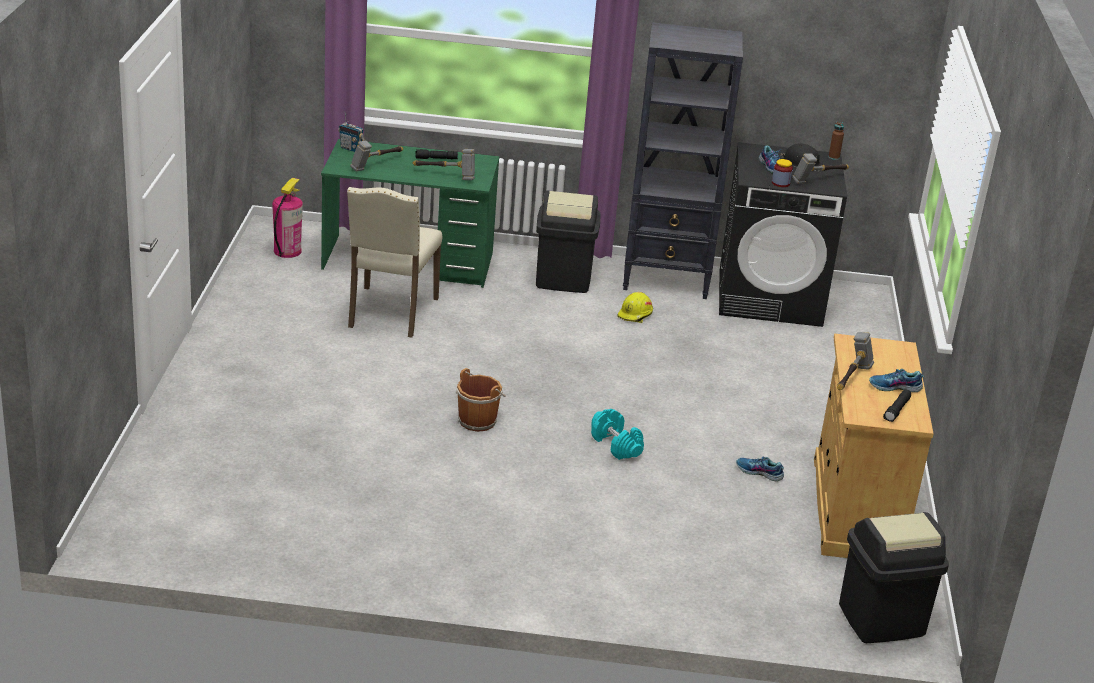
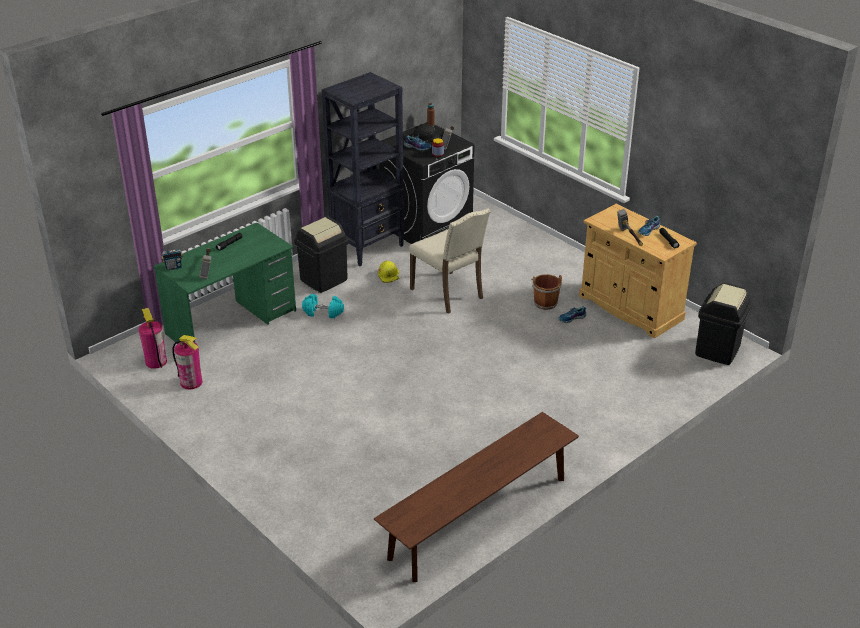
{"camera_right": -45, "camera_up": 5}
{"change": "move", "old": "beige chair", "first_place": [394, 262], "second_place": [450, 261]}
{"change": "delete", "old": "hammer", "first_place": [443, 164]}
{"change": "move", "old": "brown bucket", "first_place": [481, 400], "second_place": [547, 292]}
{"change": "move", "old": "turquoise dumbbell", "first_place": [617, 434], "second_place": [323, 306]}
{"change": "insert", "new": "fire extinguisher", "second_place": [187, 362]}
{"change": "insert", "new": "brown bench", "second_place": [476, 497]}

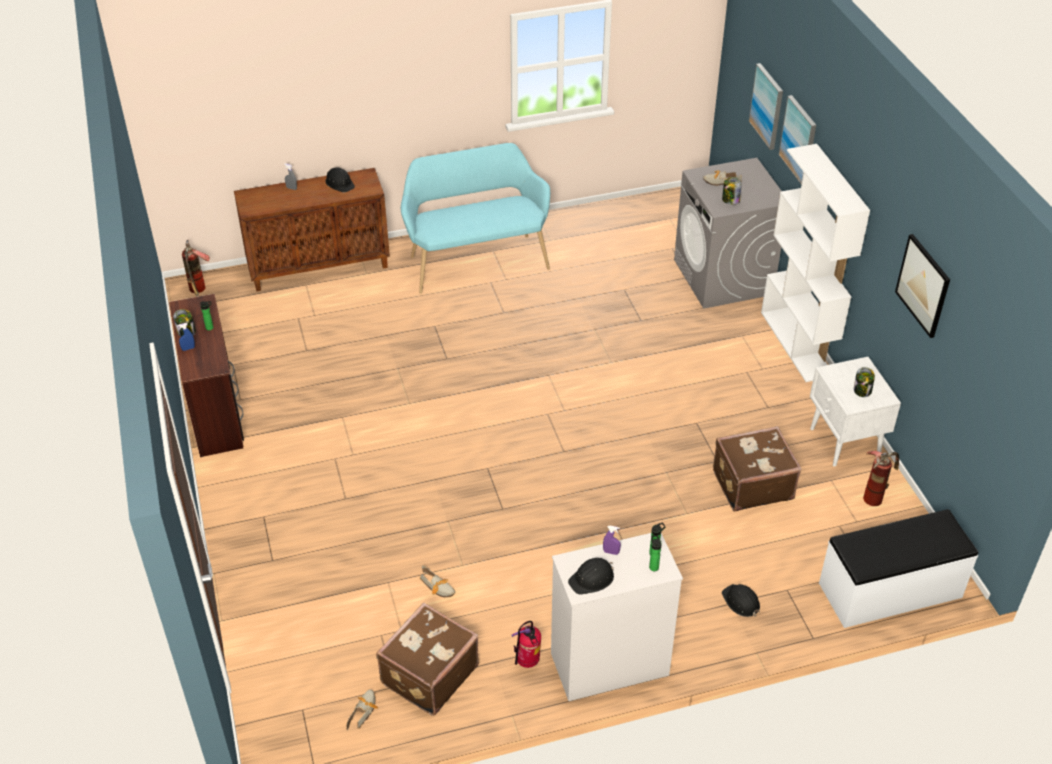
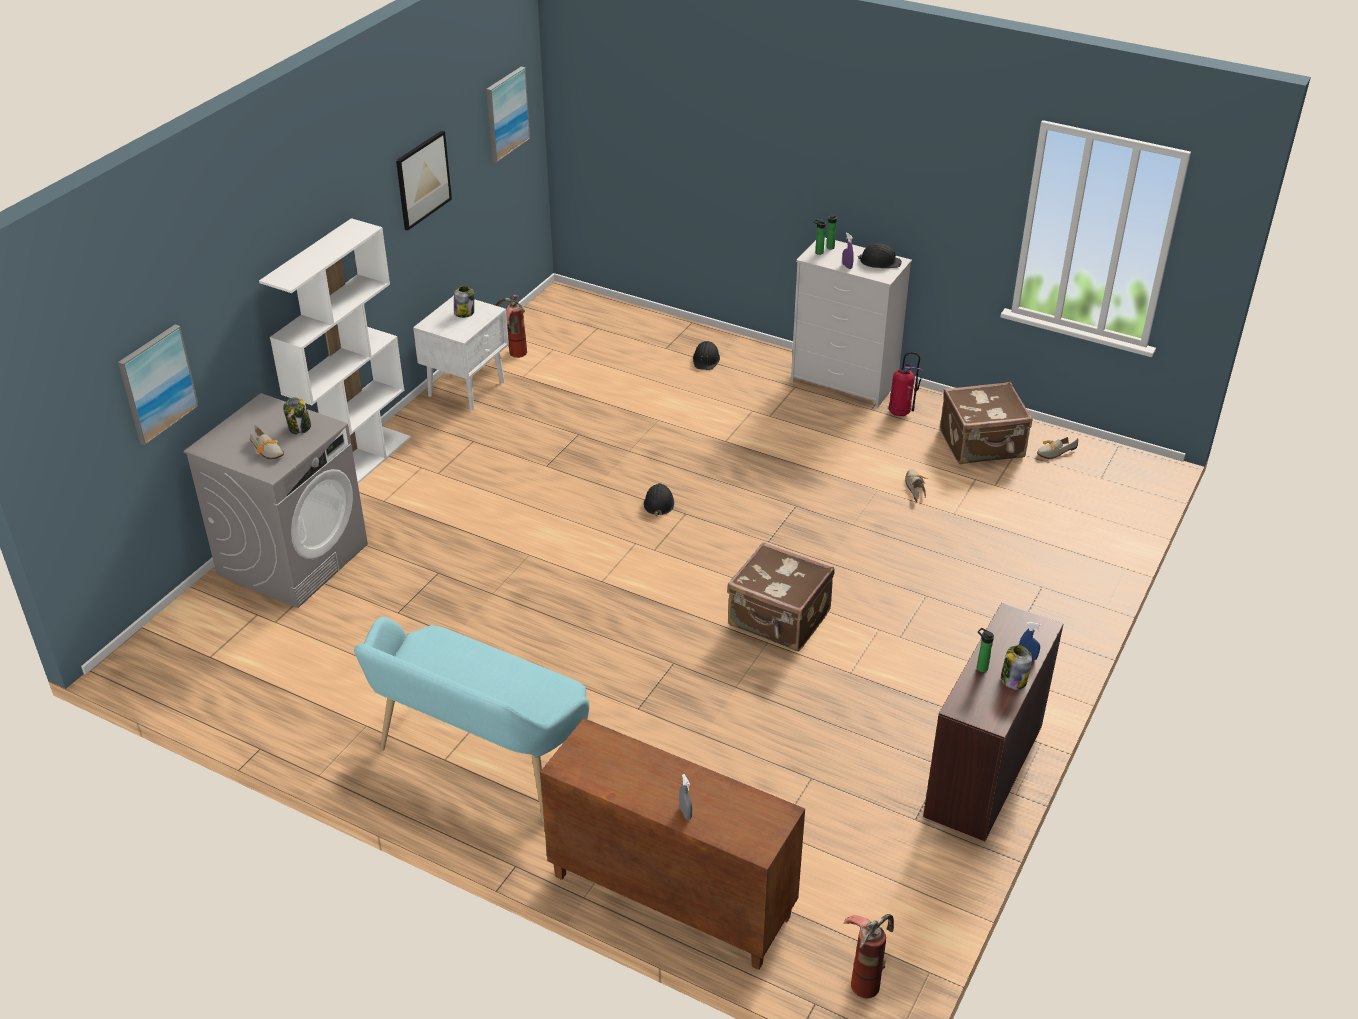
{"camera_right": -135, "camera_up": -5}
{"change": "move", "old": "black hard hat", "first_place": [340, 179], "second_place": [659, 500]}
{"change": "move", "old": "brown suitcase", "first_place": [757, 468], "second_place": [780, 596]}
{"change": "move", "old": "picture", "first_place": [797, 139], "second_place": [508, 115]}
{"change": "delete", "old": "white bench", "first_place": [898, 568]}

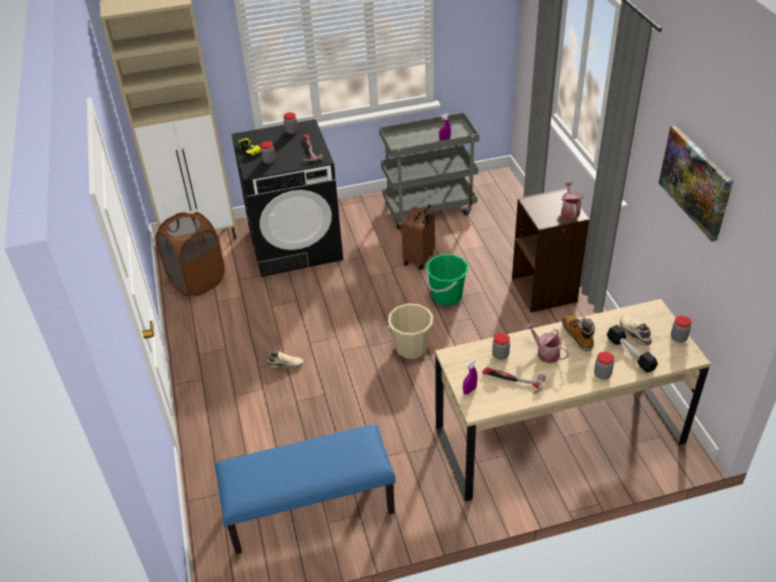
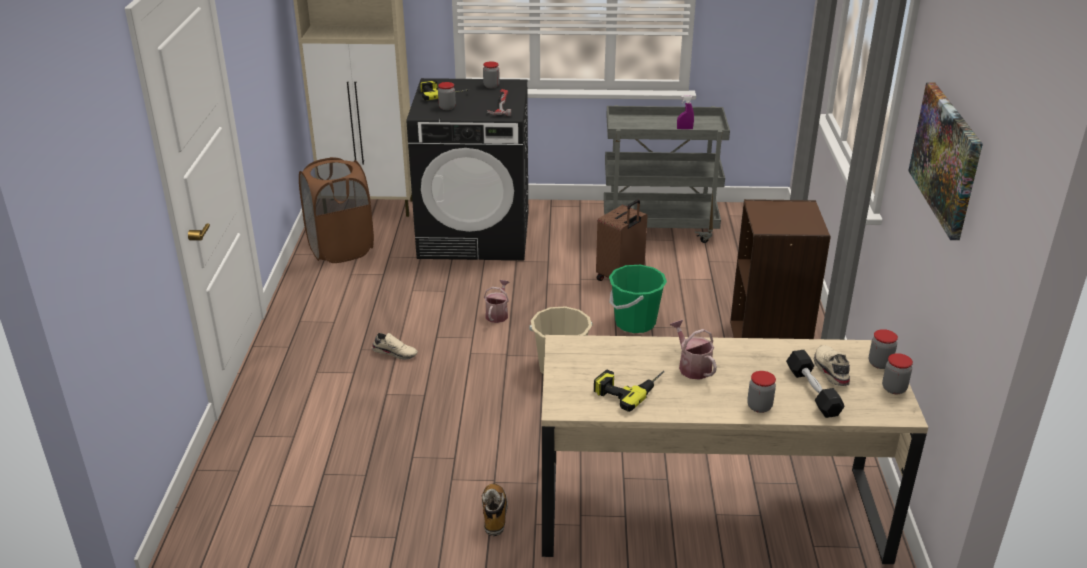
{"camera_right": 15, "camera_up": -10}
{"change": "delete", "old": "blue bench", "first_place": [305, 489]}
{"change": "delete", "old": "purple spray bottle", "first_place": [470, 377]}
{"change": "replace", "old": "hammer", "new": "power drill", "first_place": [514, 380], "second_place": [629, 390]}
{"change": "move", "old": "jar", "first_place": [501, 346], "second_place": [883, 349]}
{"change": "move", "old": "watering can", "first_place": [572, 200], "second_place": [496, 301]}
{"change": "move", "old": "boot", "first_place": [578, 332], "second_place": [495, 509]}

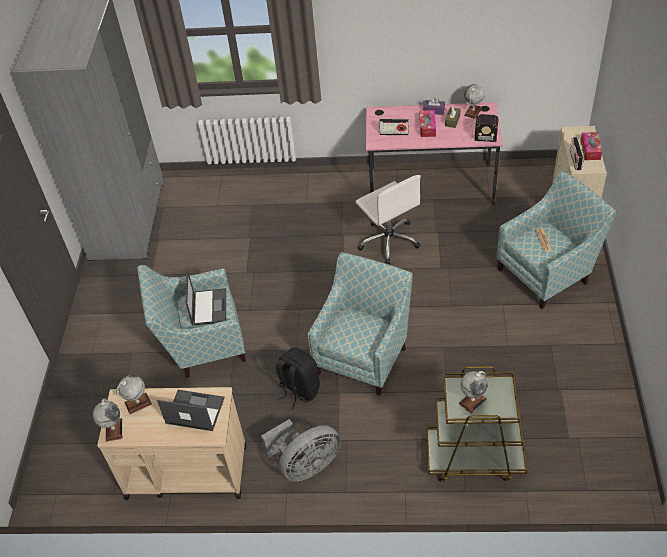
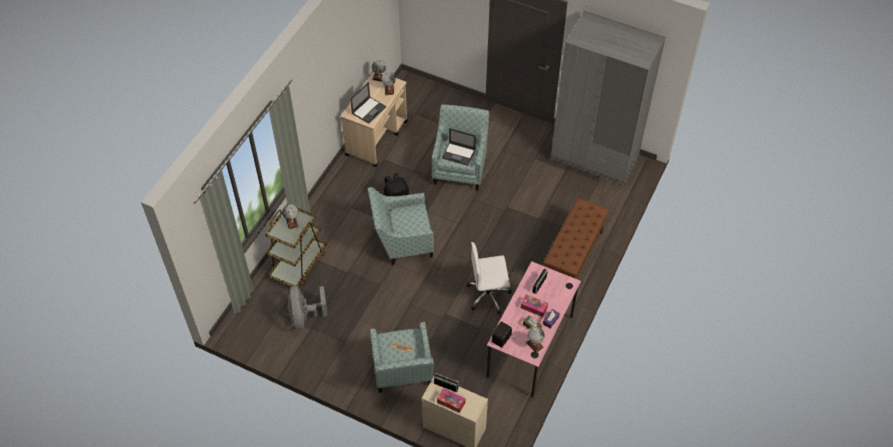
{"camera_right": 110, "camera_up": 5}
{"change": "move", "old": "grey fan", "first_place": [301, 450], "second_place": [307, 307]}
{"change": "rotate", "old": "armchair", "first_place": [360, 324], "second_place": [400, 226], "degrees": 120}
{"change": "insert", "new": "brown bench", "second_place": [576, 238]}

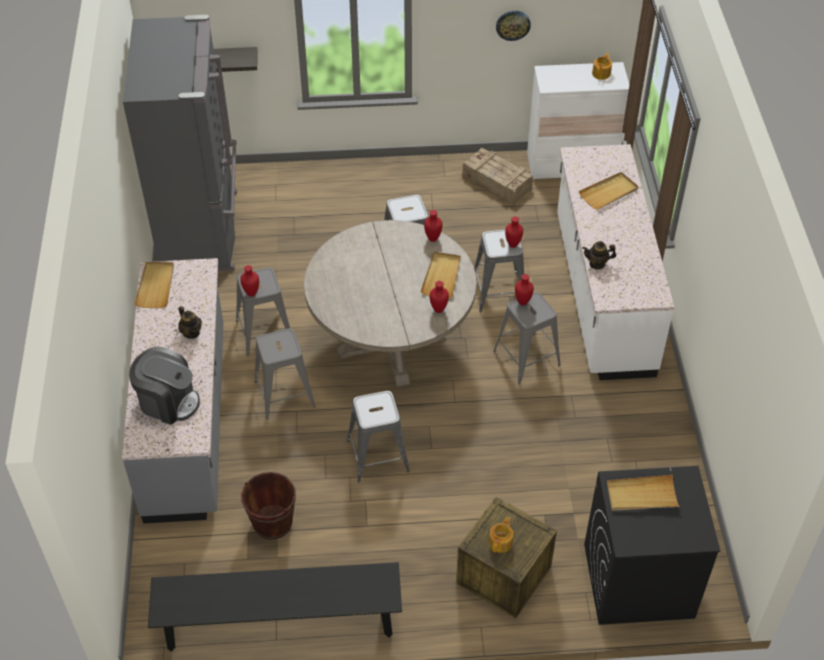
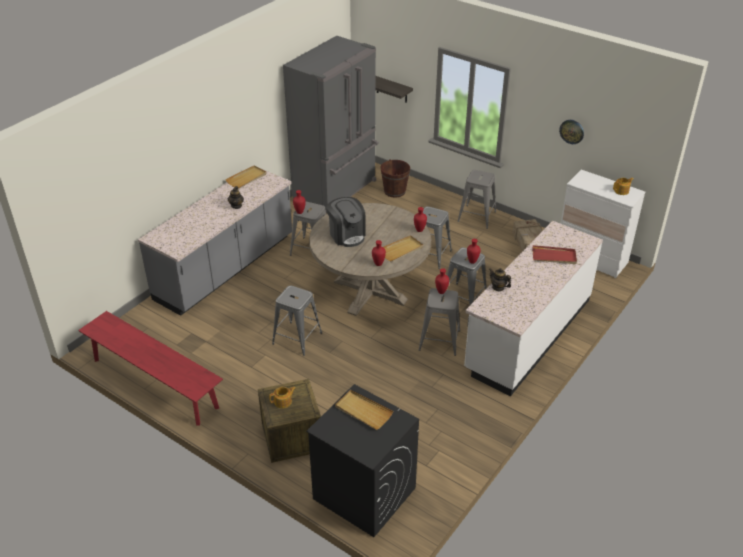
{"camera_right": 40, "camera_up": -10}
{"change": "move", "old": "coffee machine", "first_place": [164, 386], "second_place": [346, 222]}
{"change": "recolor", "old": "black bench", "new": "red bench", "first_place": [275, 607], "second_place": [150, 368]}
{"change": "move", "old": "brown bucket", "first_place": [268, 506], "second_place": [395, 178]}
{"change": "move", "old": "grey stool", "first_place": [284, 374], "second_place": [476, 199]}
{"change": "recolor", "old": "beige tray", "new": "red tray", "first_place": [608, 191], "second_place": [555, 254]}

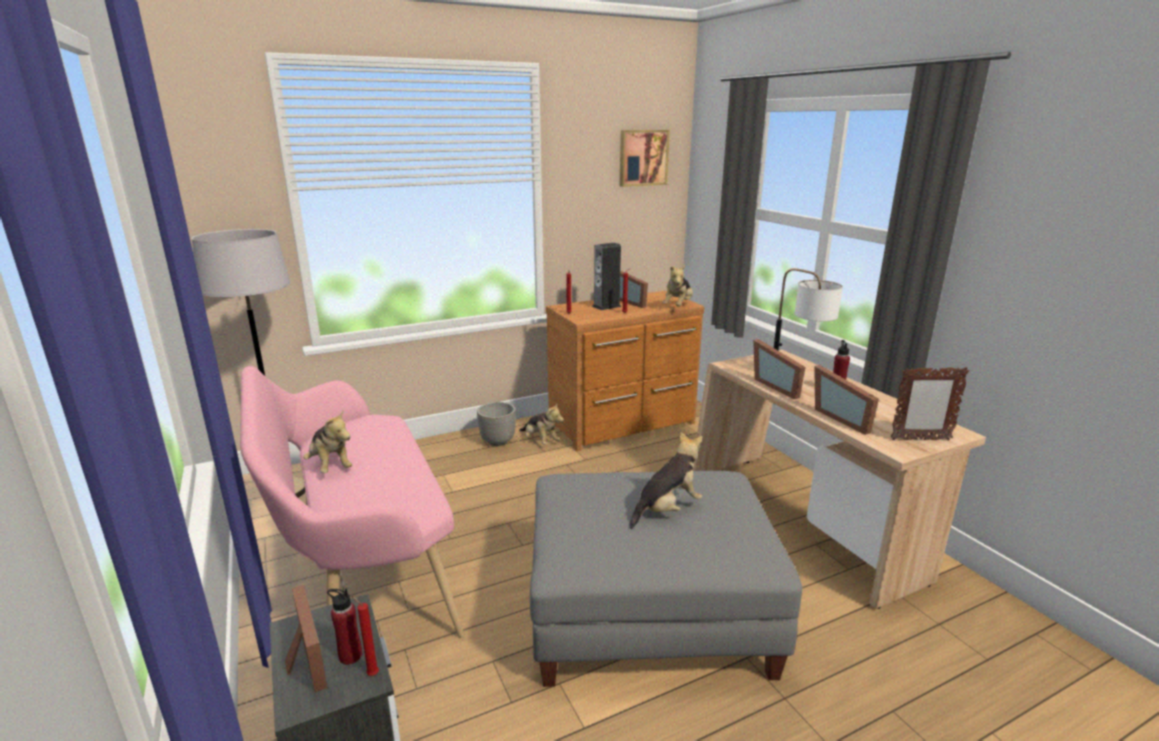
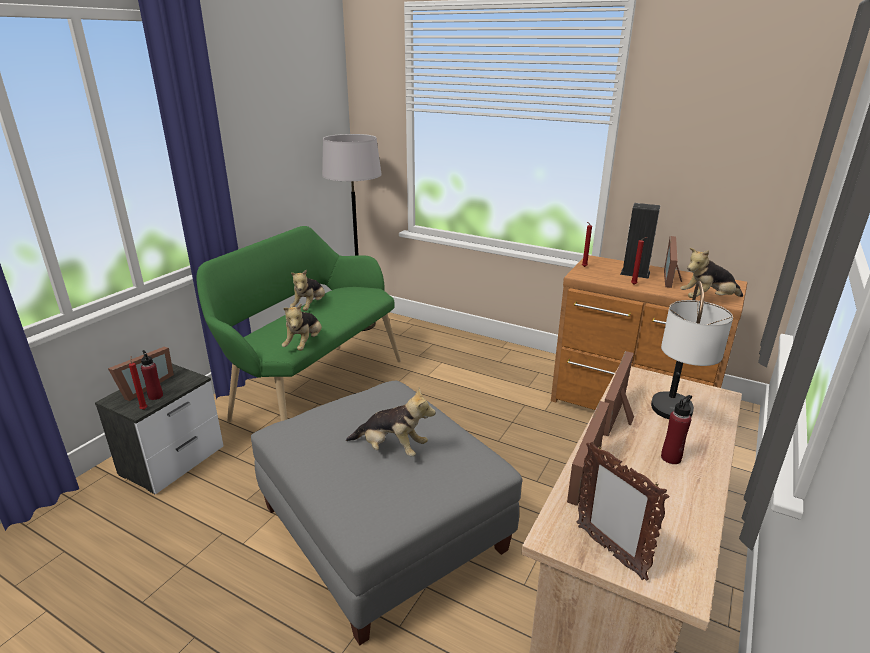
{"camera_right": 55, "camera_up": 5}
{"change": "recolor", "old": "pink bench", "new": "green bench", "first_place": [352, 502], "second_place": [299, 324]}
{"change": "delete", "old": "planter", "first_place": [496, 424]}
{"change": "move", "old": "plush toy", "first_place": [541, 424], "second_place": [302, 327]}
{"change": "delete", "old": "picture", "first_place": [645, 158]}

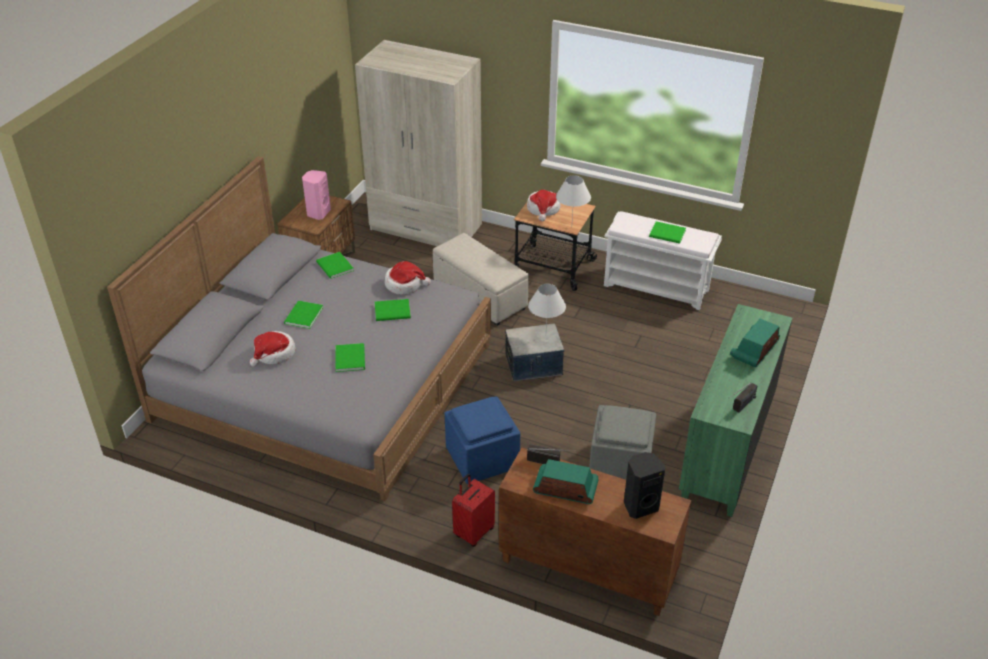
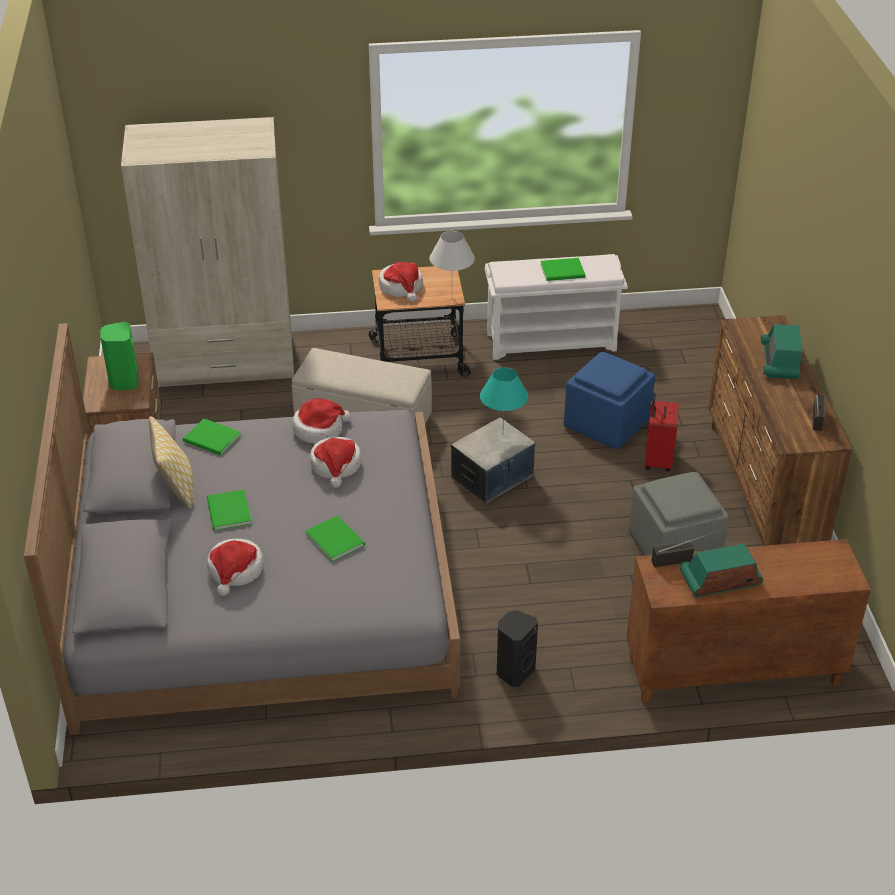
{"camera_right": -30, "camera_up": 0}
{"change": "recolor", "old": "pink speaker", "new": "green speaker", "first_place": [316, 195], "second_place": [119, 356]}
{"change": "replace", "old": "green book", "new": "hat", "first_place": [393, 310], "second_place": [335, 462]}
{"change": "move", "old": "blue ottoman", "first_place": [482, 440], "second_place": [609, 401]}
{"change": "move", "old": "red suitcase", "first_place": [473, 510], "second_place": [662, 432]}
{"change": "recolor", "old": "white table lamp", "new": "turquoise table lamp", "first_place": [547, 305], "second_place": [504, 396]}
{"change": "move", "old": "black speaker", "first_place": [645, 485], "second_place": [517, 648]}
{"change": "recolor", "old": "green dresser", "new": "brown dresser", "first_place": [735, 410], "second_place": [780, 430]}
{"change": "insert", "new": "pillow", "second_place": [171, 462]}

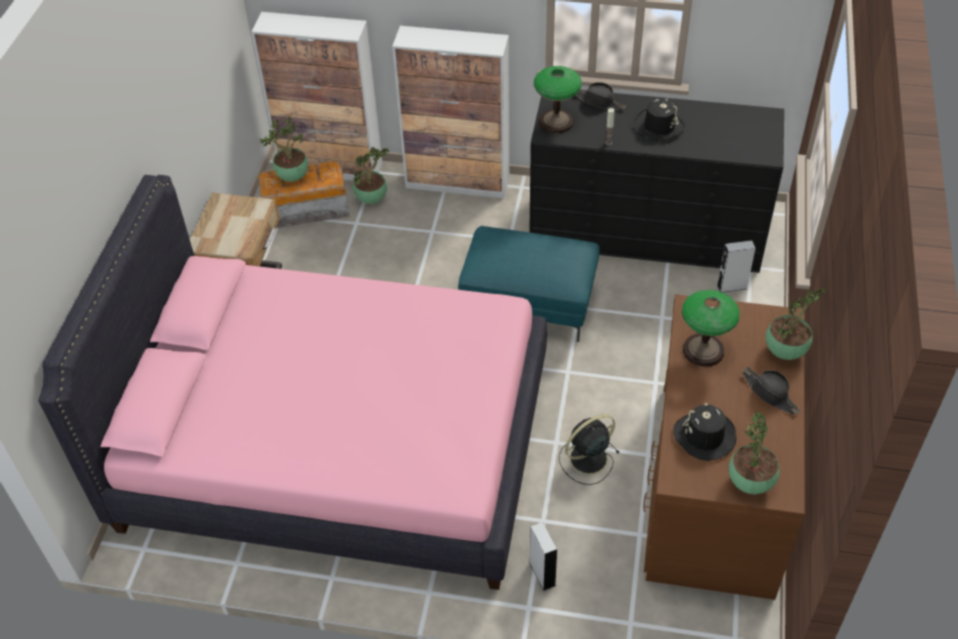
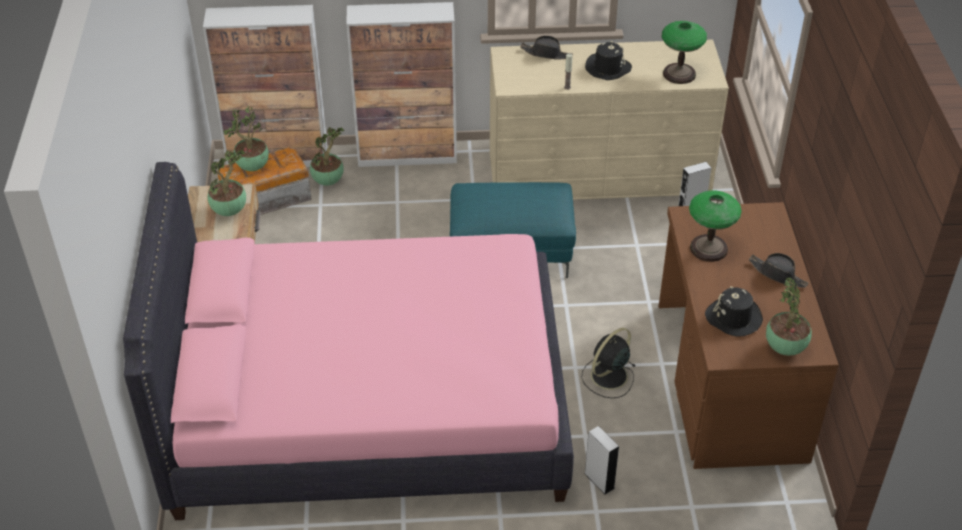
{"camera_right": -15, "camera_up": -5}
{"change": "recolor", "old": "black dresser", "new": "beige dresser", "first_place": [656, 181], "second_place": [609, 119]}
{"change": "move", "old": "table lamp", "first_place": [558, 99], "second_place": [684, 52]}
{"change": "move", "old": "potted plant", "first_place": [796, 324], "second_place": [227, 183]}

